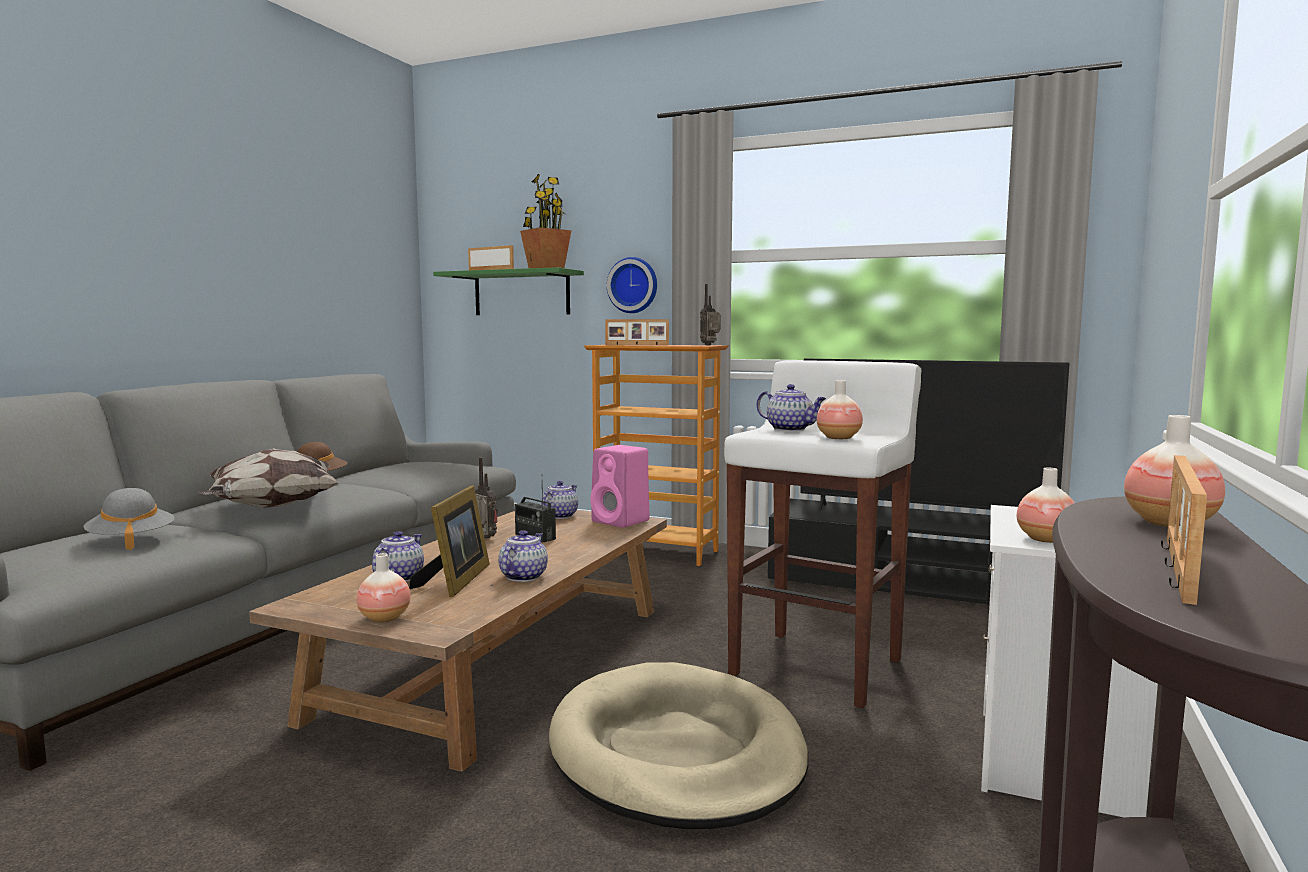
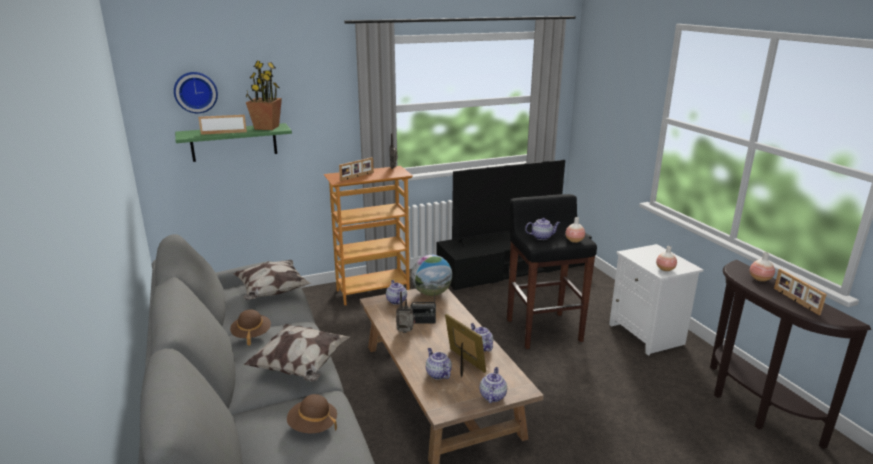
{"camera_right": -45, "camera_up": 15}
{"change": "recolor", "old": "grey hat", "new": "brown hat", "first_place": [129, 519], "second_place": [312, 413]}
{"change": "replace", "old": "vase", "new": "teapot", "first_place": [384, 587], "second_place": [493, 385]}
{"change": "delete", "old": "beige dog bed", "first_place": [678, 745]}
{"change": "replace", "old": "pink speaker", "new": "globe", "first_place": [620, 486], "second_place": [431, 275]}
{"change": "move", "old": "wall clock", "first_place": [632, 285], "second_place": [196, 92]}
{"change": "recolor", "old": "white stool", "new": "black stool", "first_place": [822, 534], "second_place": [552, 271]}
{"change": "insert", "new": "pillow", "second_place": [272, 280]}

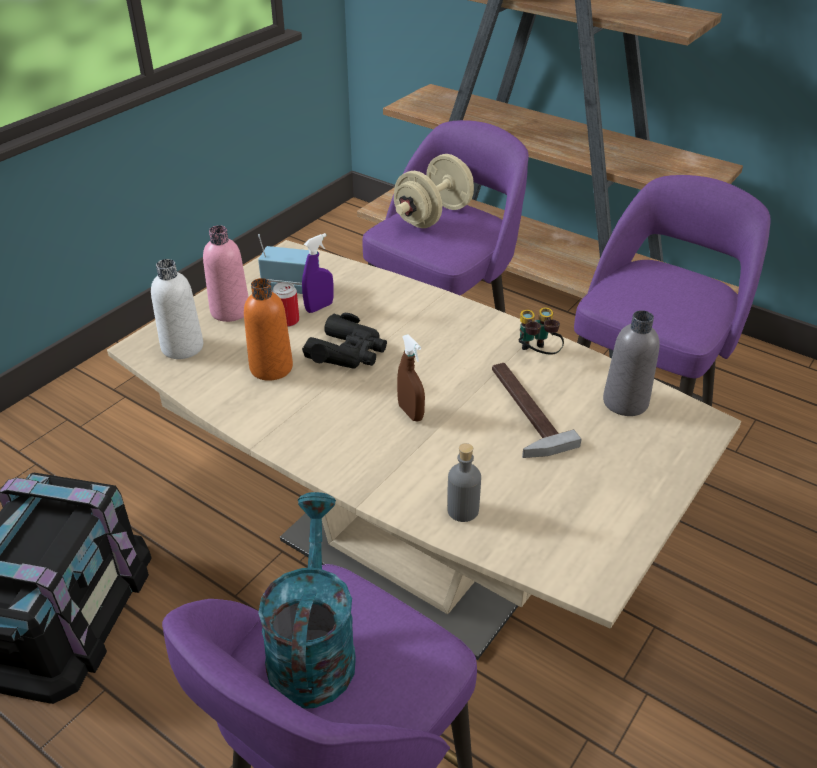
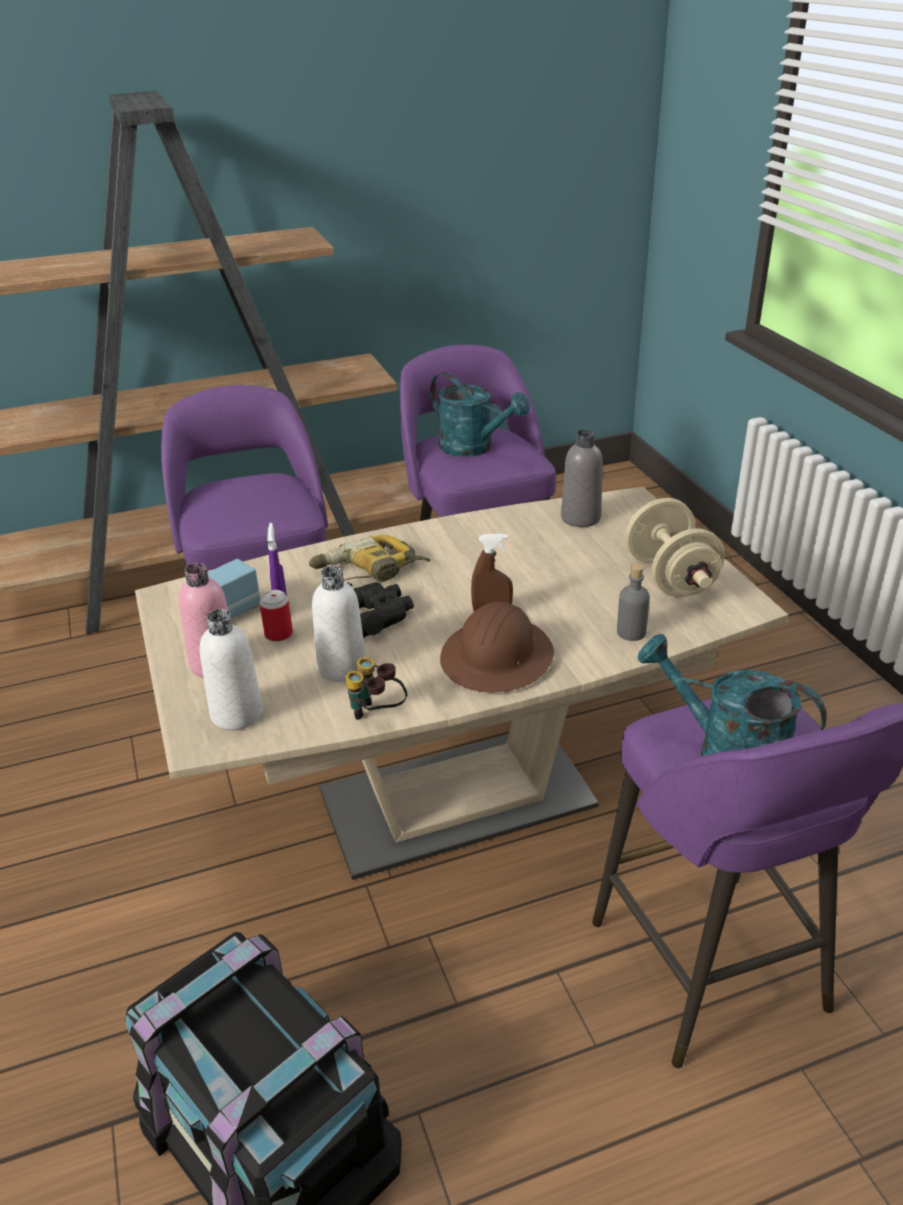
{"camera_right": -55, "camera_up": -5}
{"change": "recolor", "old": "orange bottle", "new": "white bottle", "first_place": [268, 329], "second_place": [339, 624]}
{"change": "move", "old": "beige dumbbell", "first_place": [434, 191], "second_place": [675, 547]}
{"change": "delete", "old": "hammer", "first_place": [536, 410]}
{"change": "move", "old": "binoculars", "first_place": [541, 331], "second_place": [376, 688]}
{"change": "insert", "new": "power drill", "second_place": [369, 559]}
{"change": "insert", "new": "turquoise watering can", "second_place": [480, 414]}
{"change": "insert", "new": "brown hard hat", "second_place": [497, 647]}

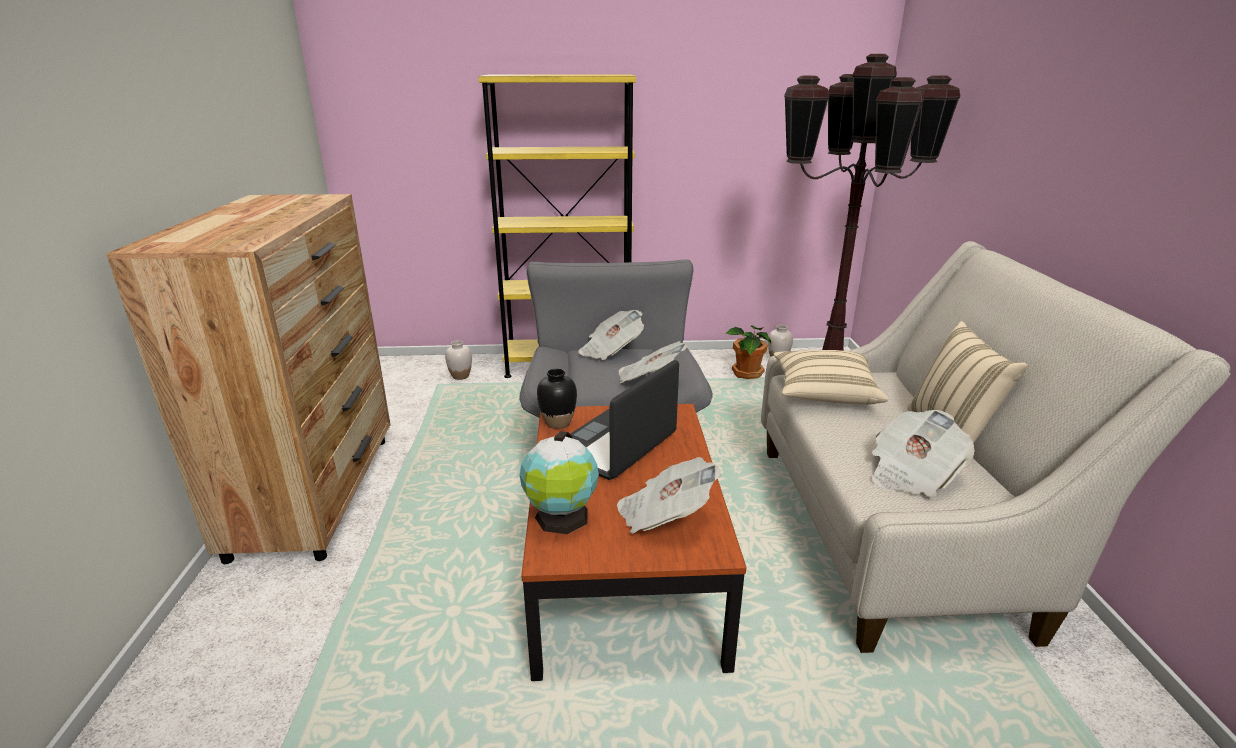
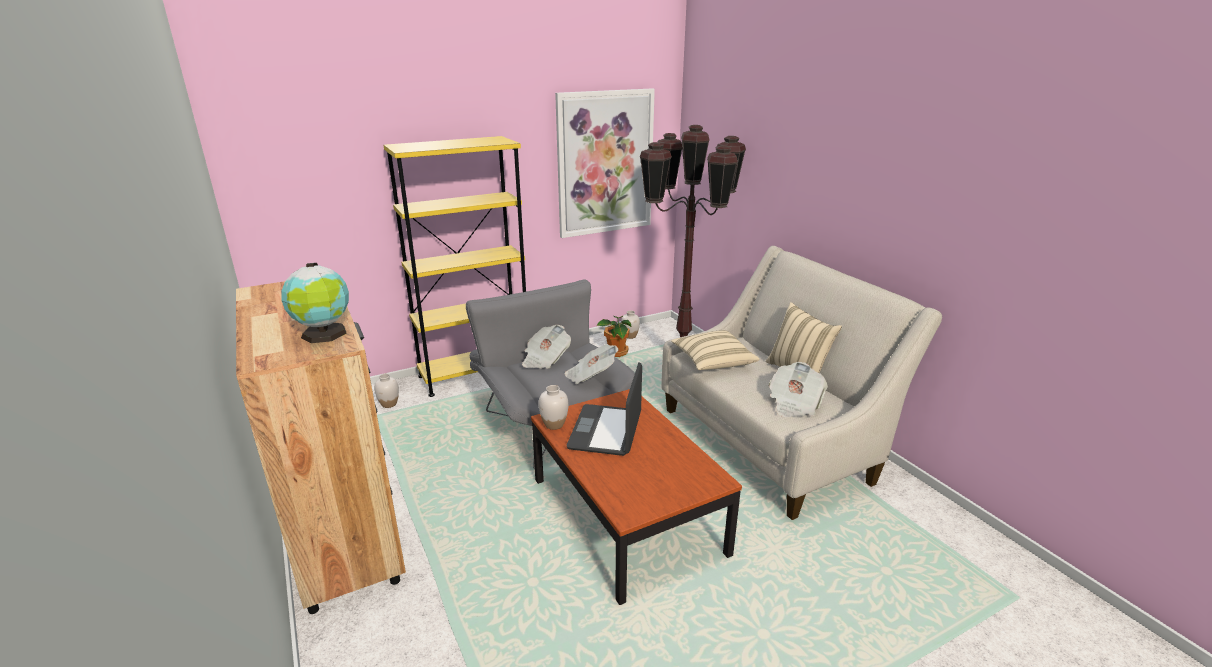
{"camera_right": -25, "camera_up": 0}
{"change": "move", "old": "globe", "first_place": [559, 482], "second_place": [315, 303]}
{"change": "recolor", "old": "black vase", "new": "white vase", "first_place": [557, 399], "second_place": [553, 407]}
{"change": "delete", "old": "newspaper", "first_place": [669, 495]}
{"change": "insert", "new": "picture", "second_place": [605, 163]}

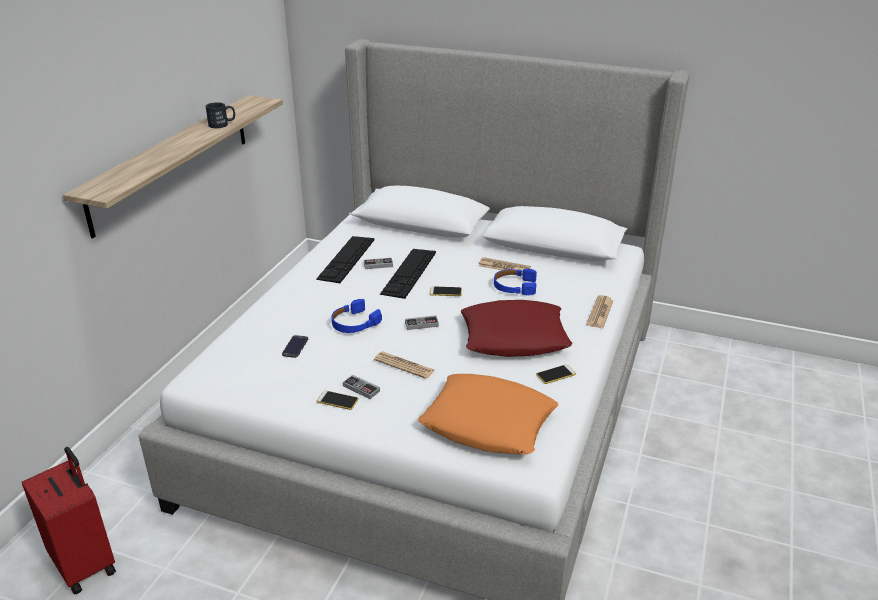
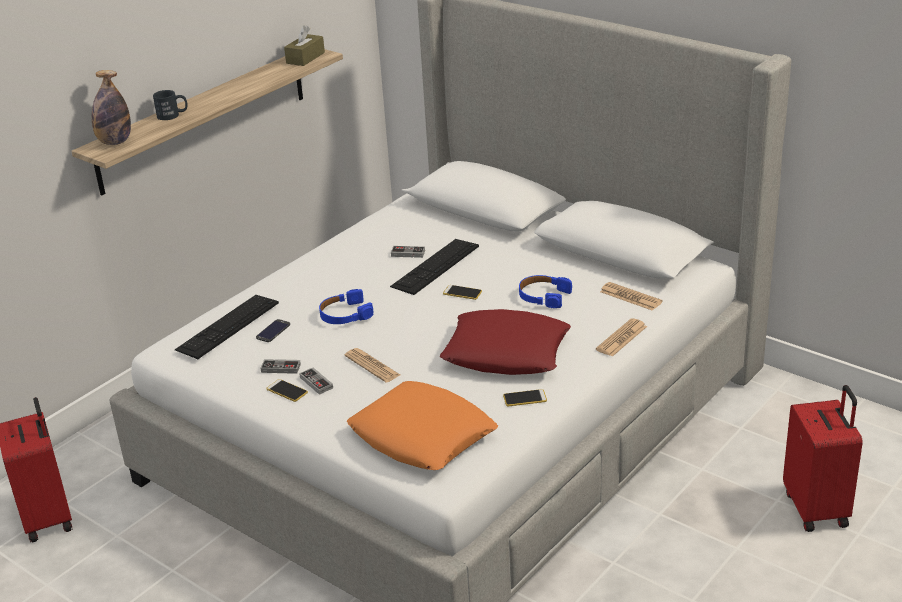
{"camera_right": 20, "camera_up": 0}
{"change": "move", "old": "black mug", "first_place": [220, 115], "second_place": [170, 105]}
{"change": "move", "old": "keyboard", "first_place": [345, 259], "second_place": [227, 327]}
{"change": "move", "old": "game controller", "first_place": [422, 322], "second_place": [280, 366]}
{"change": "move", "old": "newspaper", "first_place": [504, 265], "second_place": [631, 296]}
{"change": "insert", "new": "bottle", "second_place": [111, 107]}
{"change": "insert", "new": "brown tissue box", "second_place": [304, 45]}
{"change": "insert", "new": "red suitcase", "second_place": [823, 458]}

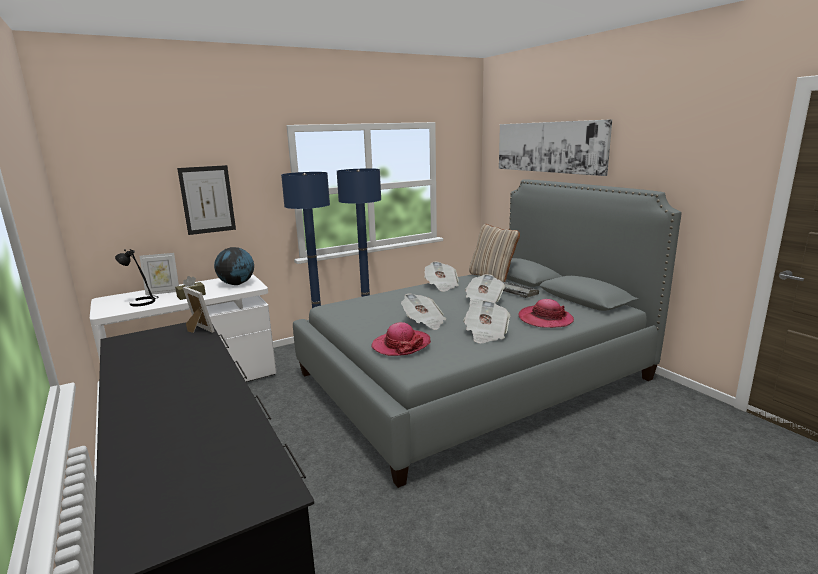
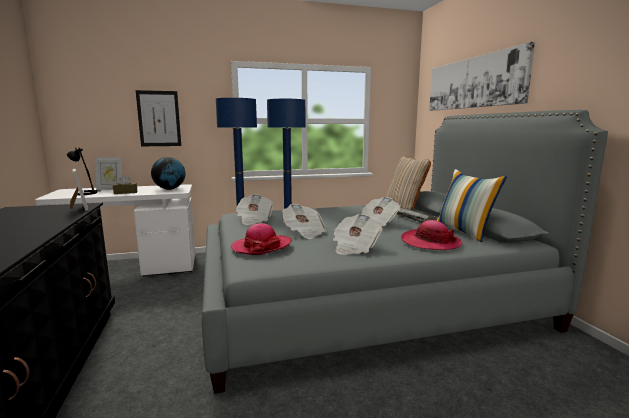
{"camera_right": 15, "camera_up": -5}
{"change": "move", "old": "newspaper", "first_place": [442, 277], "second_place": [254, 209]}
{"change": "insert", "new": "pillow", "second_place": [472, 205]}

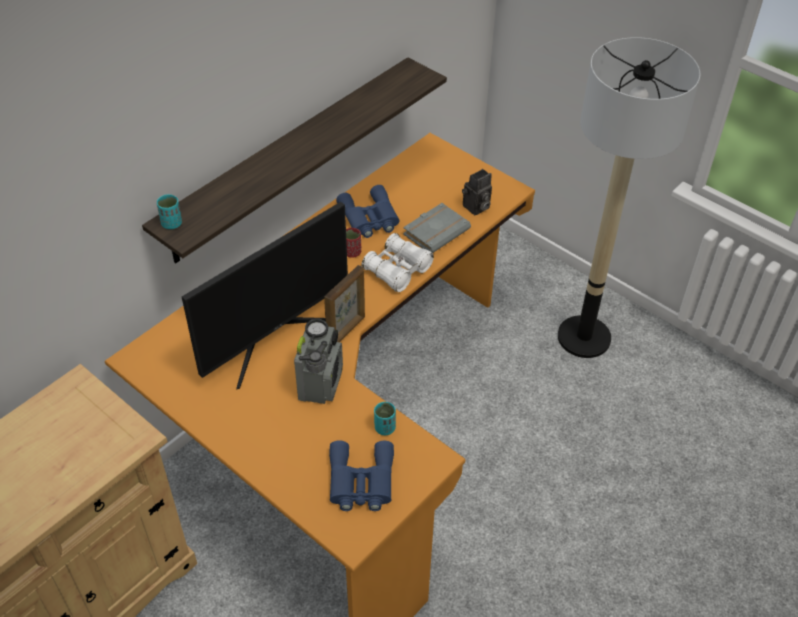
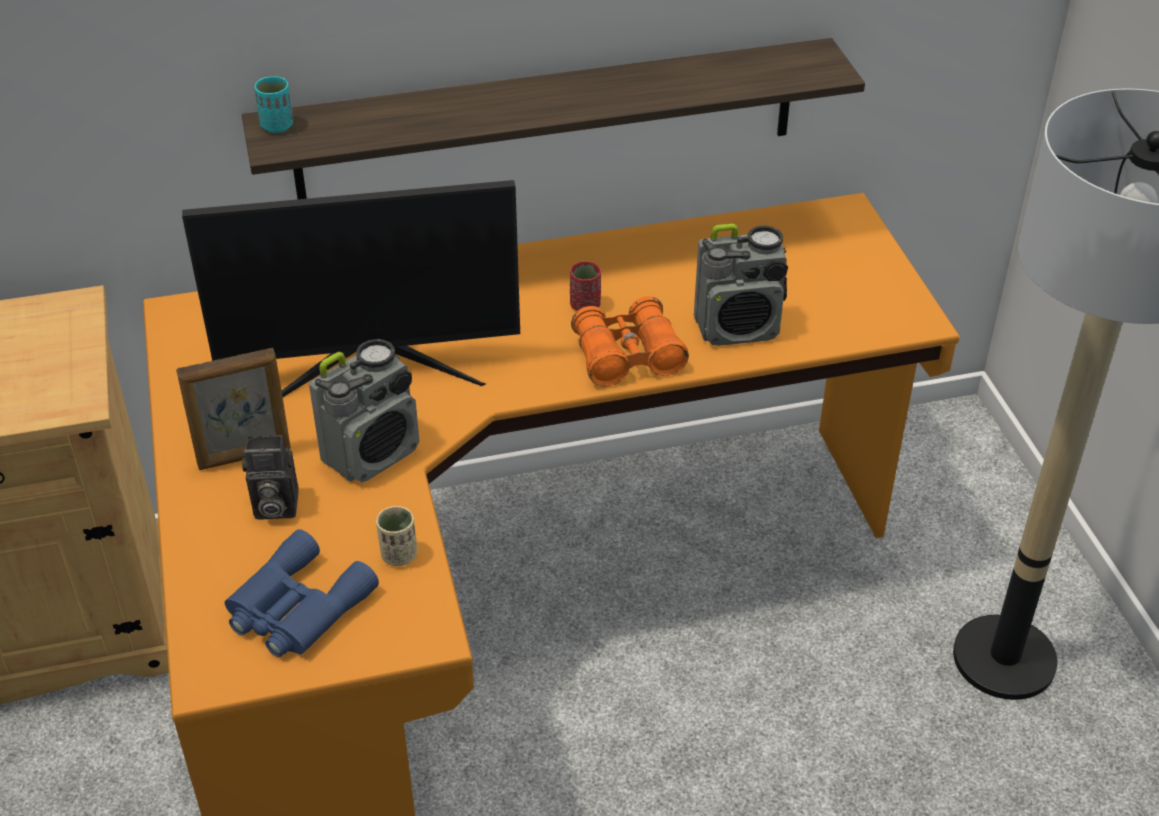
{"camera_right": 35, "camera_up": -5}
{"change": "move", "old": "picture frame", "first_place": [344, 303], "second_place": [233, 409]}
{"change": "delete", "old": "blue binoculars", "first_place": [368, 211]}
{"change": "recolor", "old": "white binoculars", "new": "orange binoculars", "first_place": [398, 262], "second_place": [630, 341]}
{"change": "recolor", "old": "turquoise cup", "new": "beige cup", "first_place": [385, 418], "second_place": [396, 536]}
{"change": "replace", "old": "grey book", "new": "radio", "first_place": [437, 228], "second_place": [741, 285]}
{"change": "move", "old": "photo camera", "first_place": [477, 192], "second_place": [270, 477]}

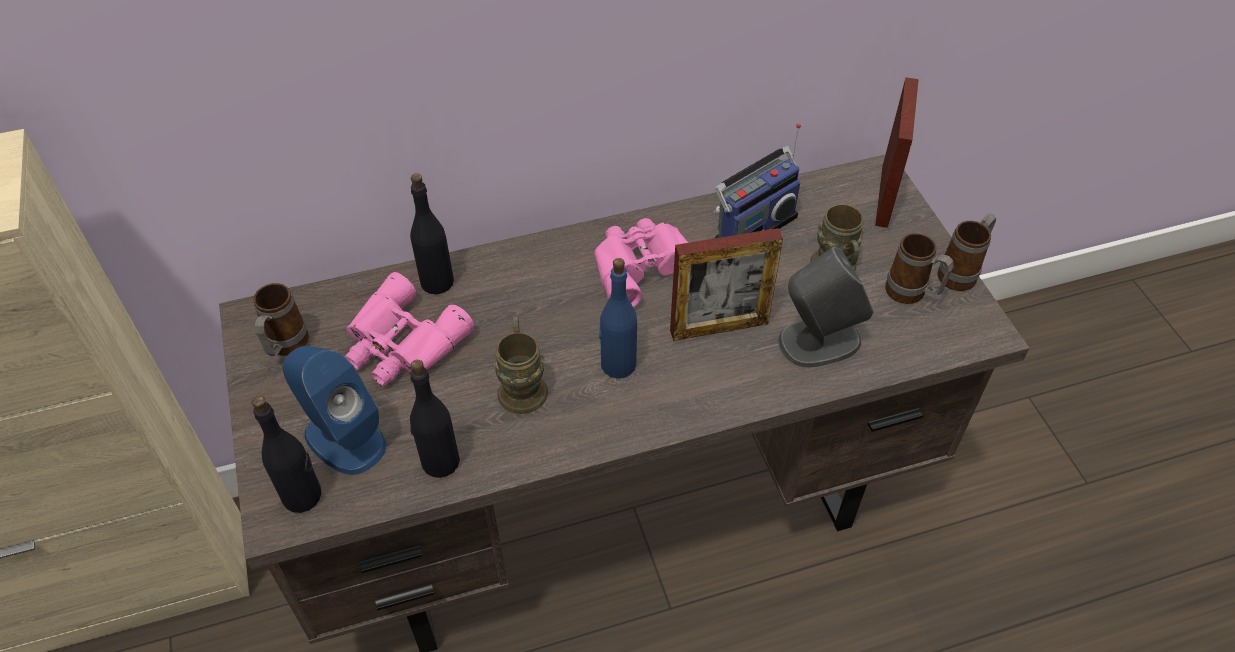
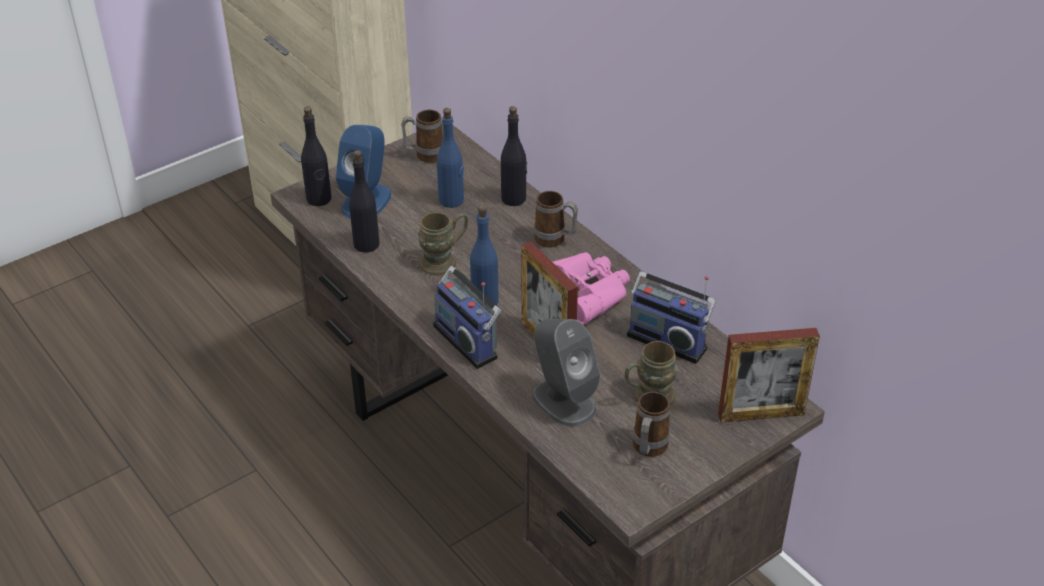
{"camera_right": 70, "camera_up": -10}
{"change": "replace", "old": "pink binoculars", "new": "blue bottle", "first_place": [409, 329], "second_place": [450, 158]}
{"change": "move", "old": "mug", "first_place": [966, 252], "second_place": [556, 219]}
{"change": "insert", "new": "radio", "second_place": [467, 317]}

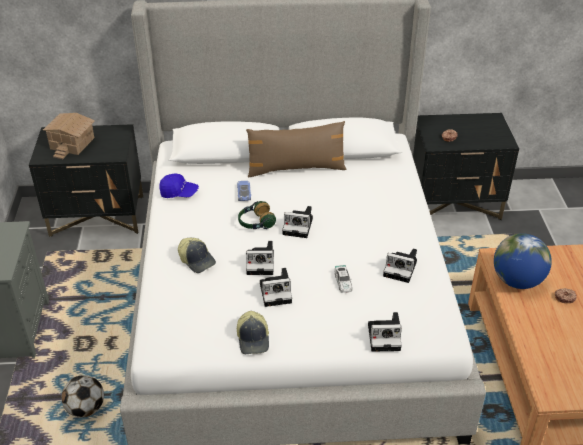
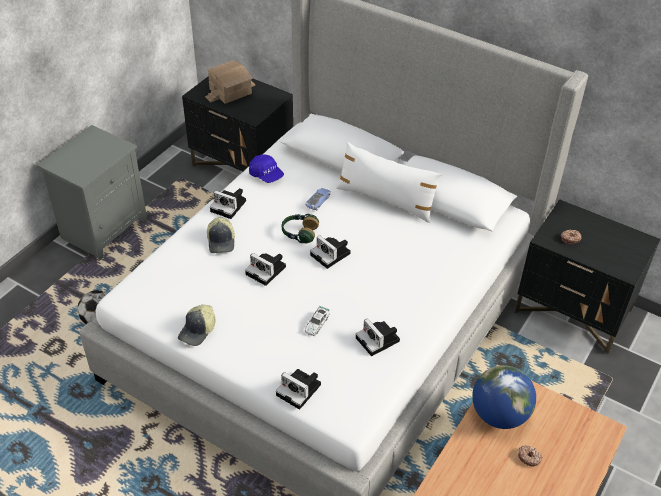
{"camera_right": 35, "camera_up": 5}
{"change": "recolor", "old": "brown pillow", "new": "white pillow", "first_place": [296, 149], "second_place": [389, 182]}
{"change": "move", "old": "photo camera", "first_place": [276, 287], "second_place": [228, 203]}

